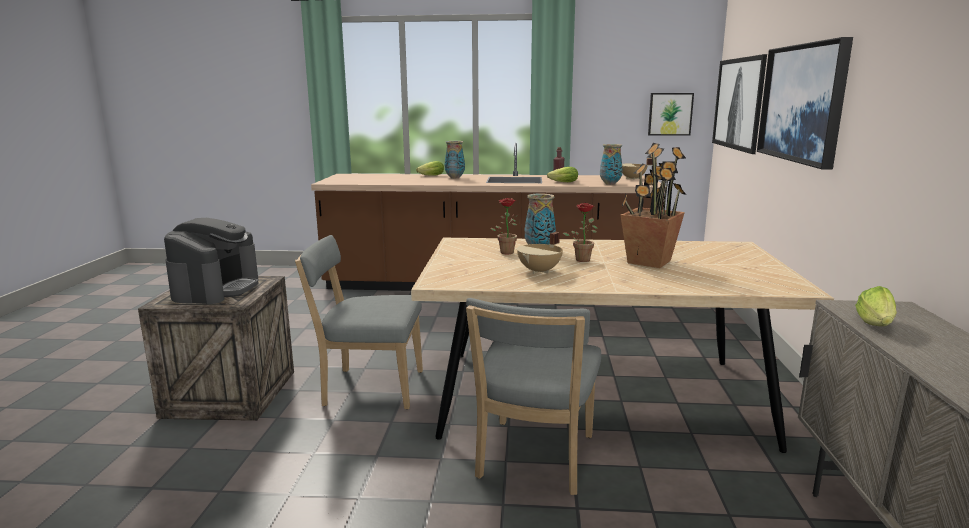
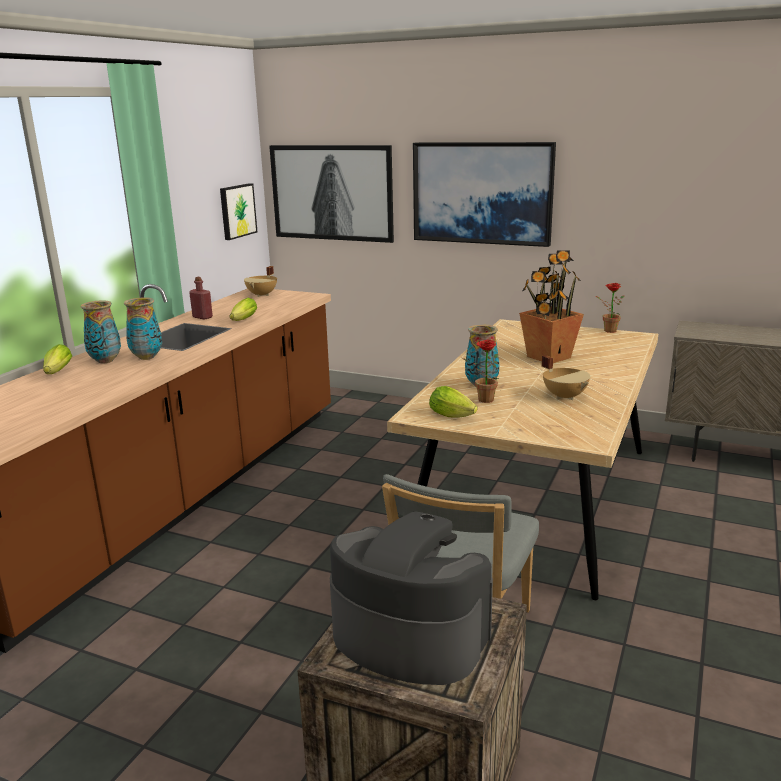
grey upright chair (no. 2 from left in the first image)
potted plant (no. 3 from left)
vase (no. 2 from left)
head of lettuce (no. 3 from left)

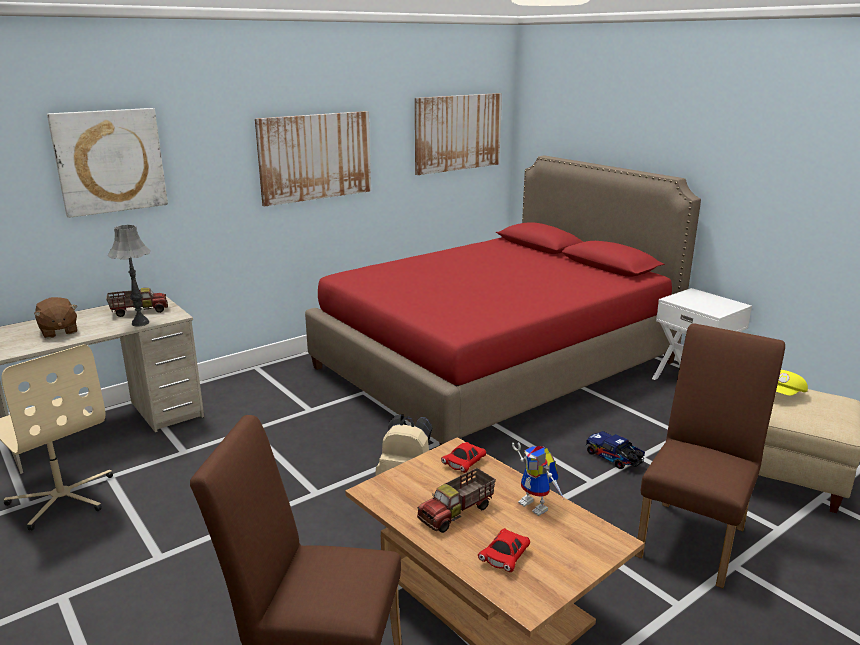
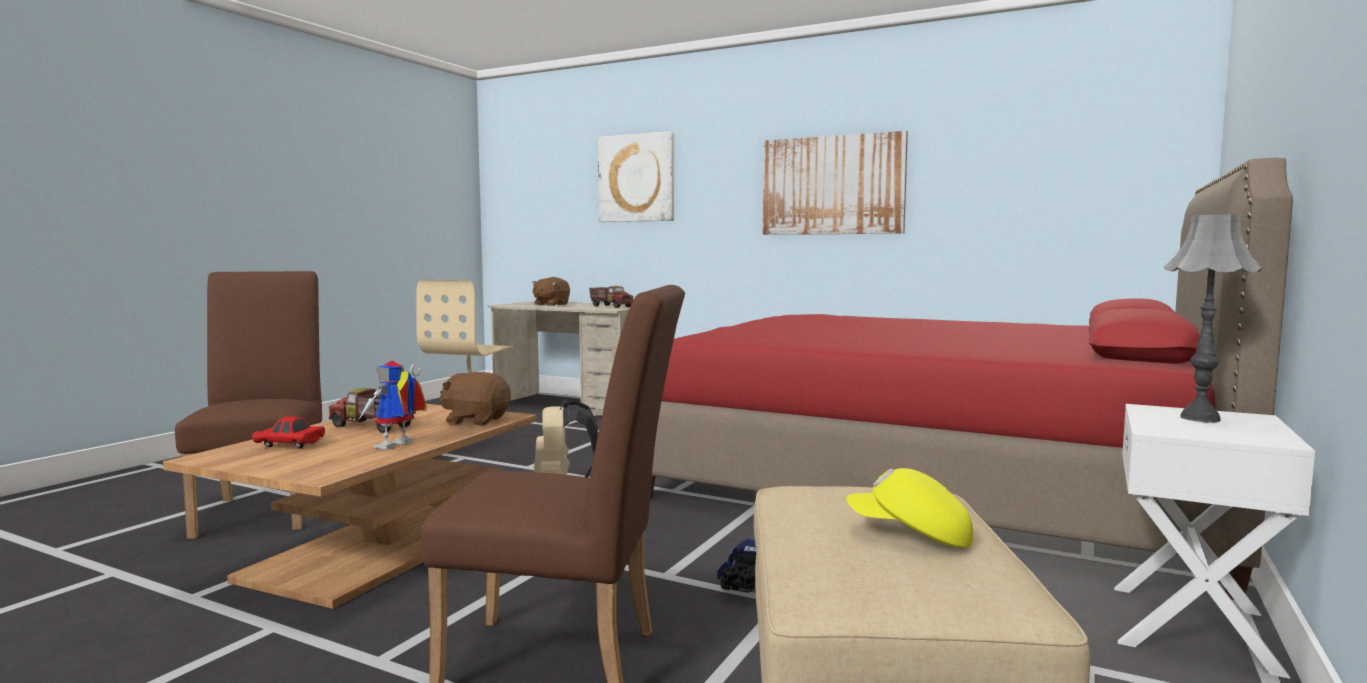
grey table lamp
wall art (no. 3 from left in the first image)
brown plush toy (no. 1 from left)

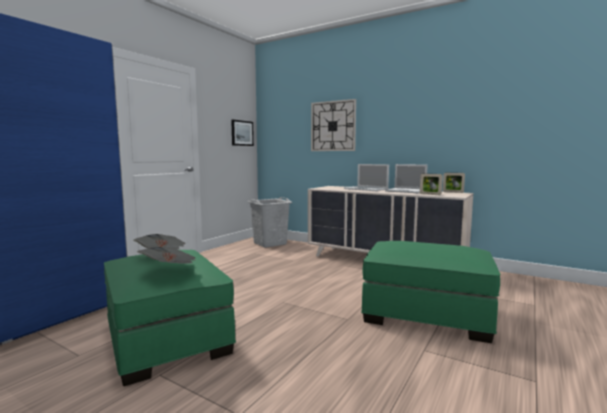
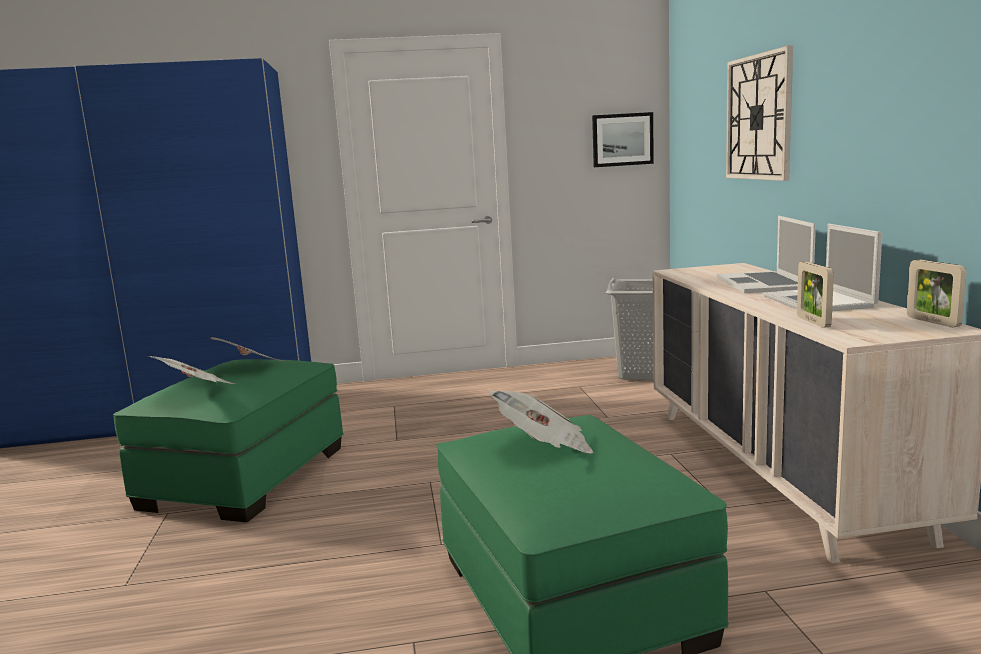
printed paper (no. 3 from left)

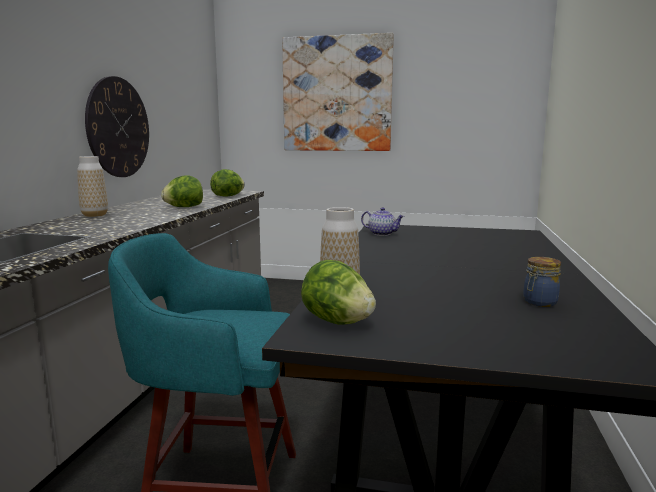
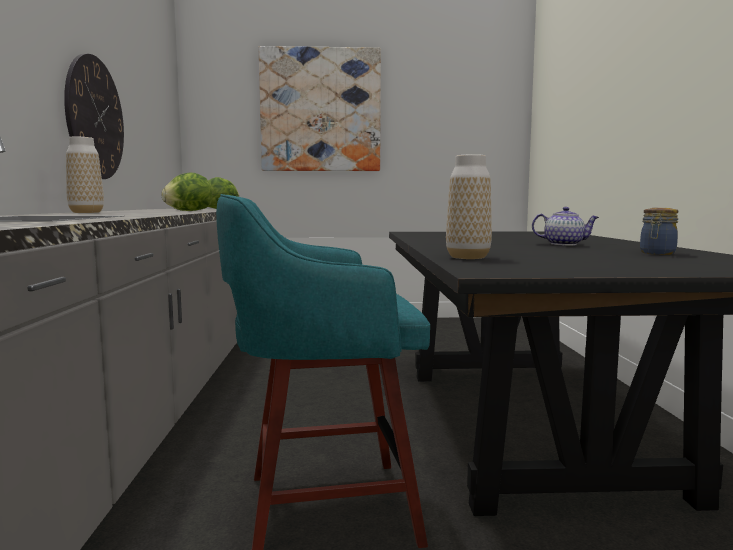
head of lettuce (no. 3 from left in the first image)
pot for tea

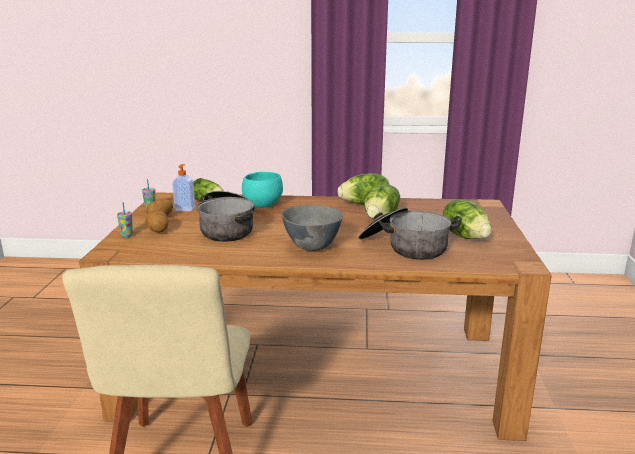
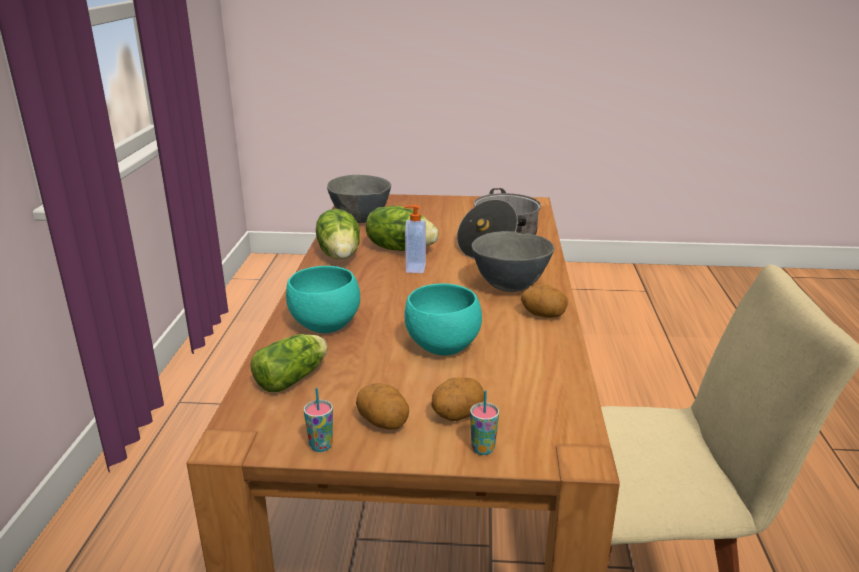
soap dispenser
blue-green serving bowl (no. 2 from left)
head of lettuce (no. 4 from left in the first image)
grey serving bowl (no. 1 from left)
whole potato (no. 3 from left)

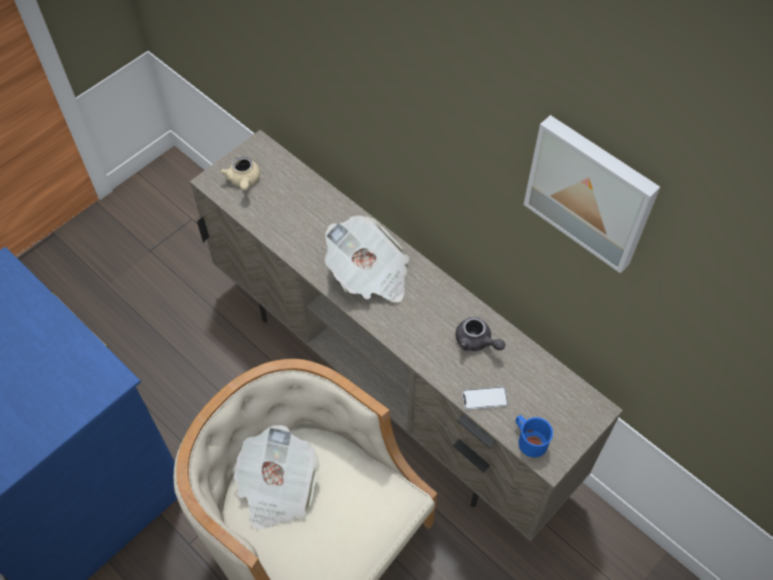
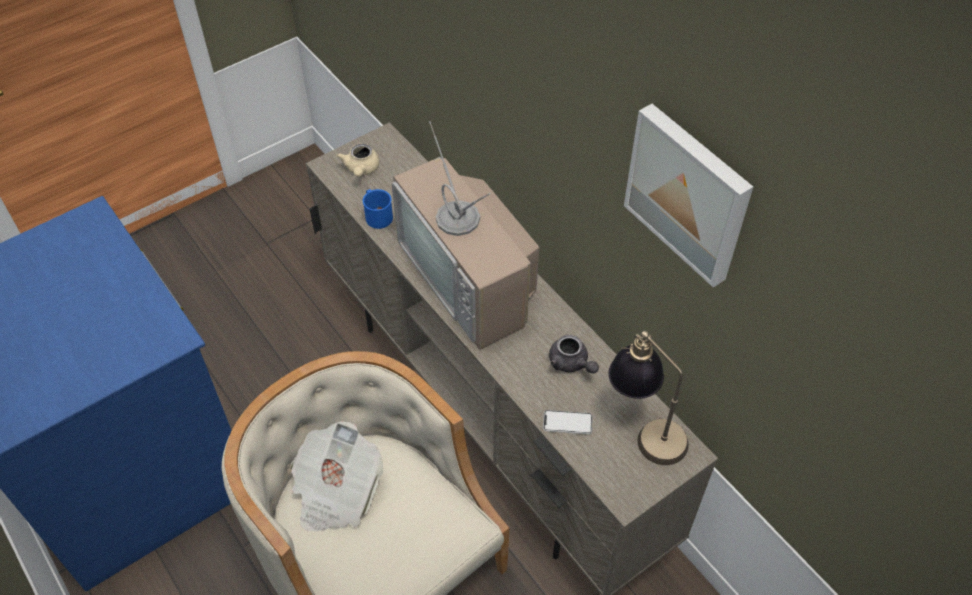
TV set
blue mug
table lamp

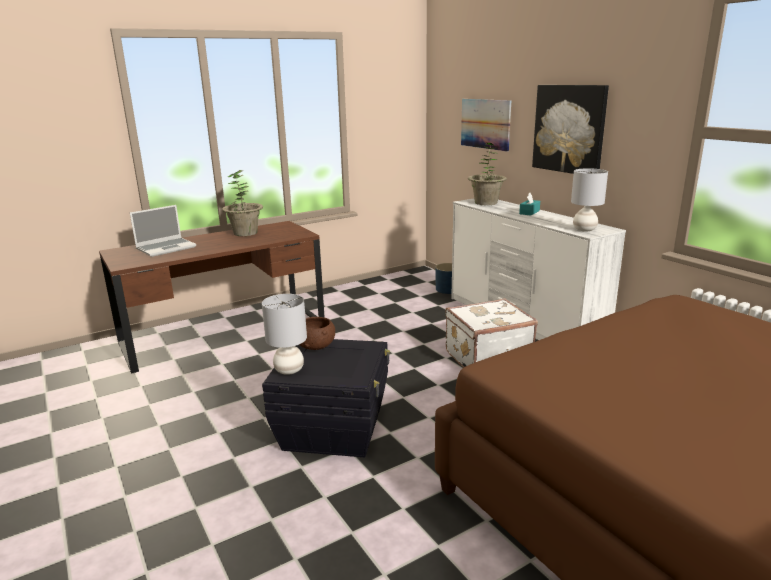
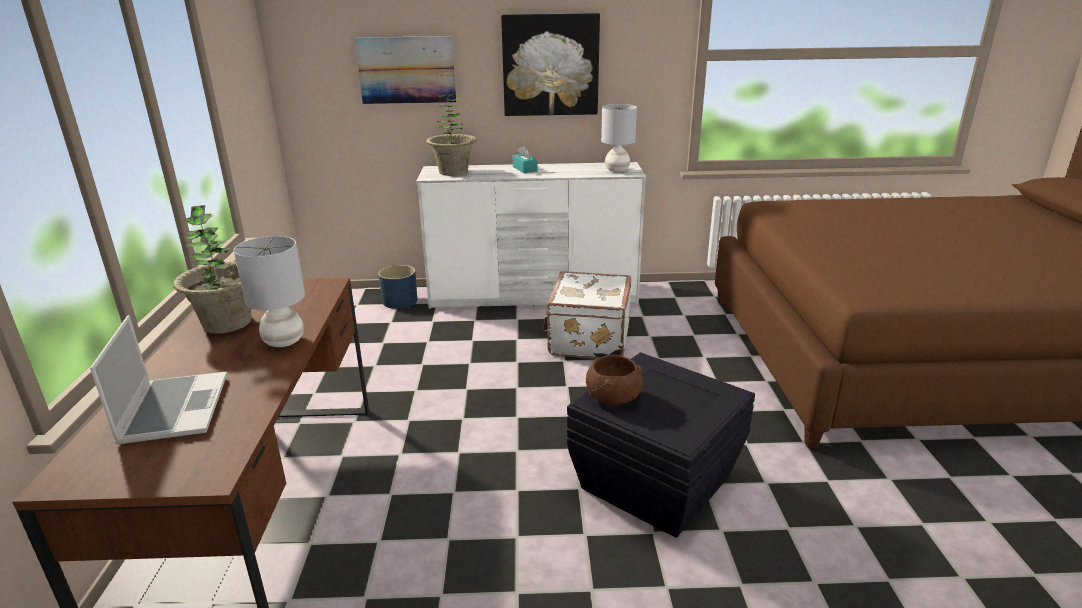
grey table lamp (no. 1 from left)

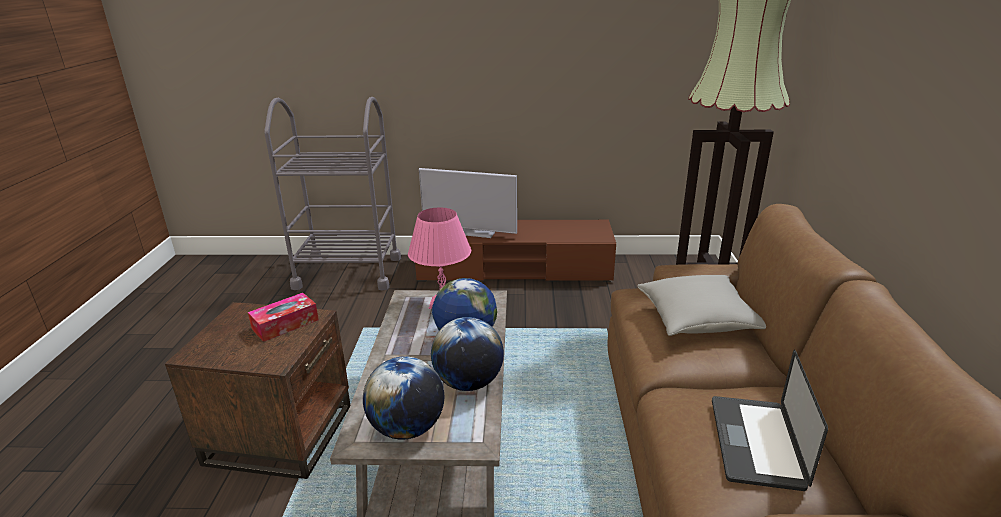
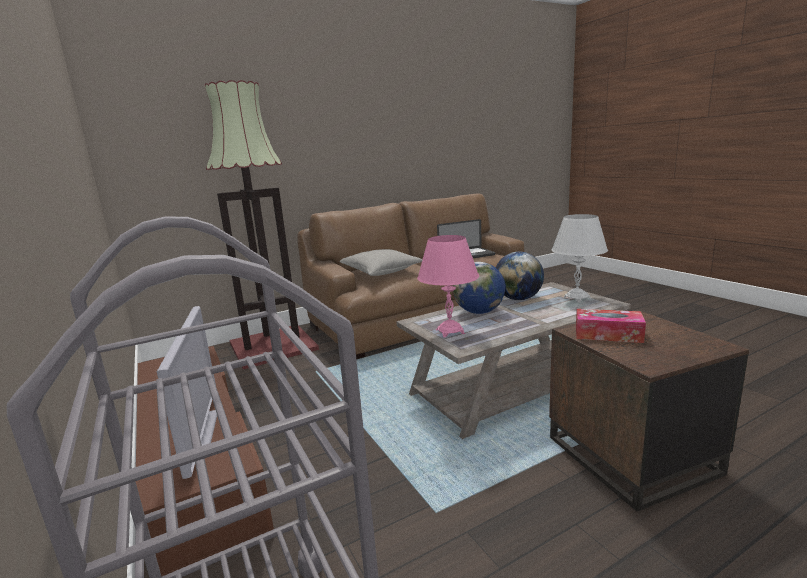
white table lamp

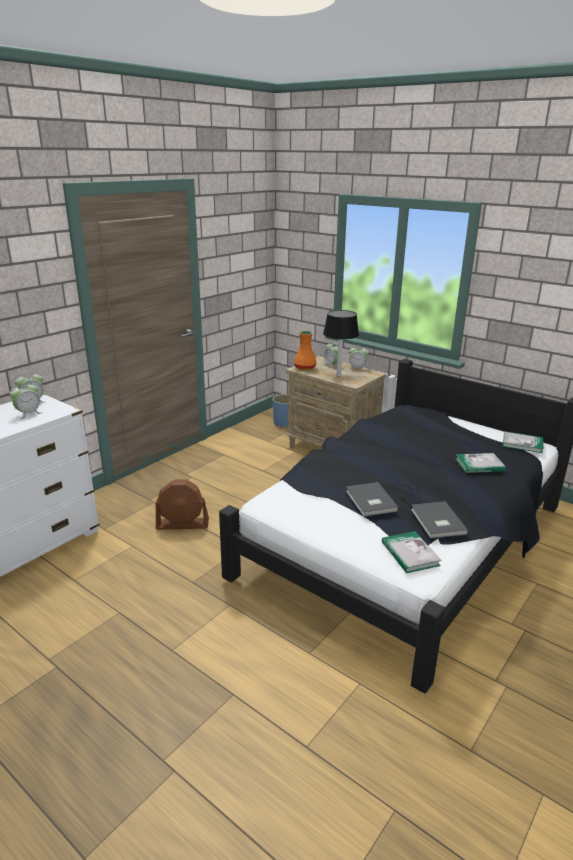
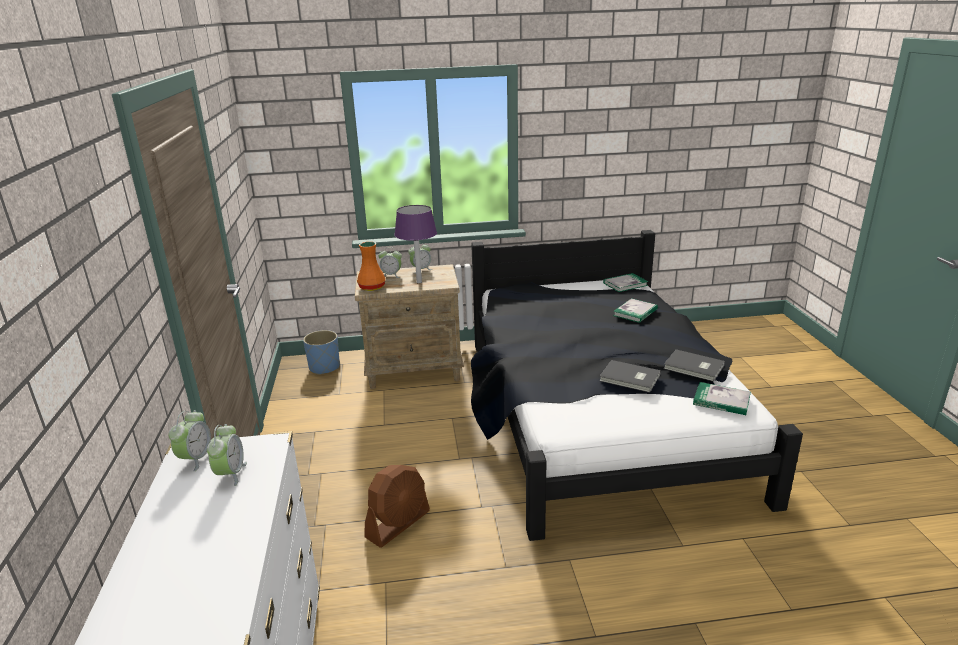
purple-coloured table lamp

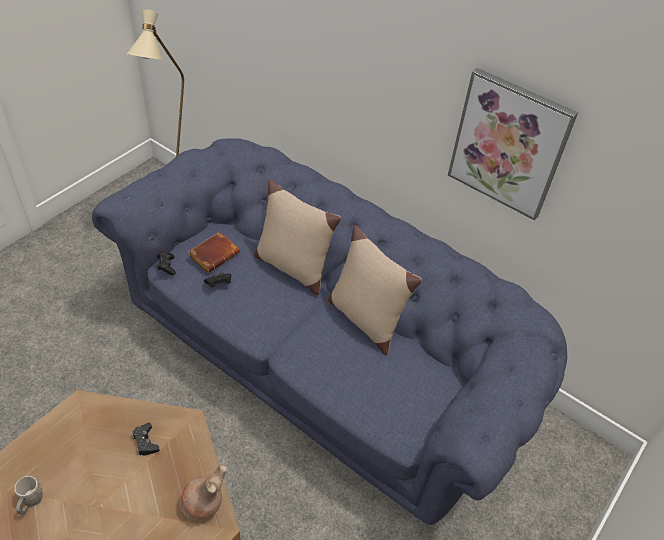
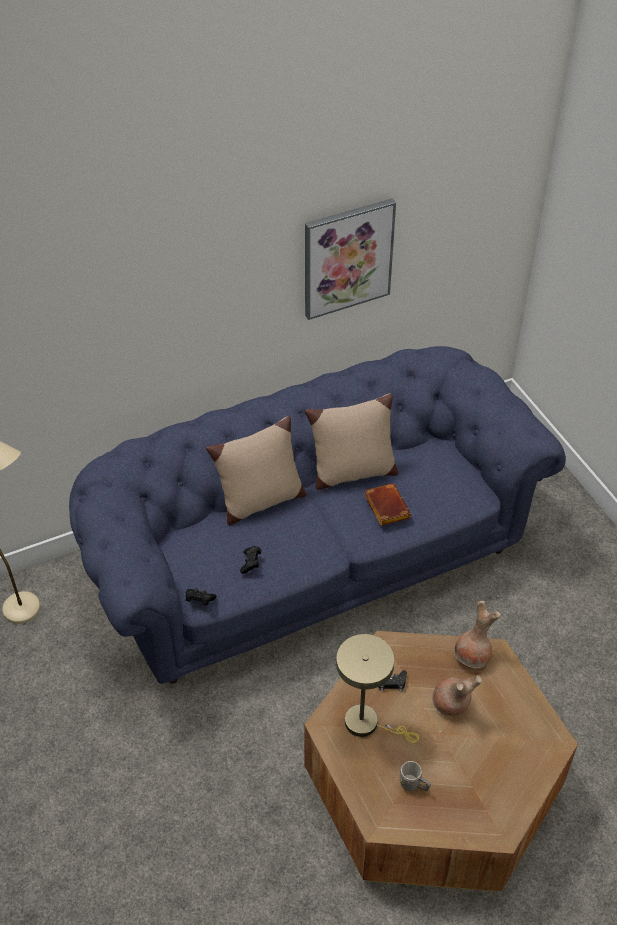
brown bound book
beige-coloured table lamp
brown vase (no. 1 from left)

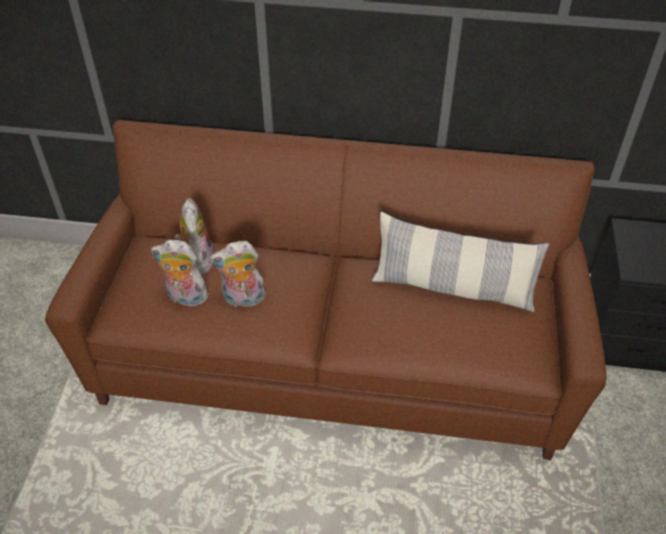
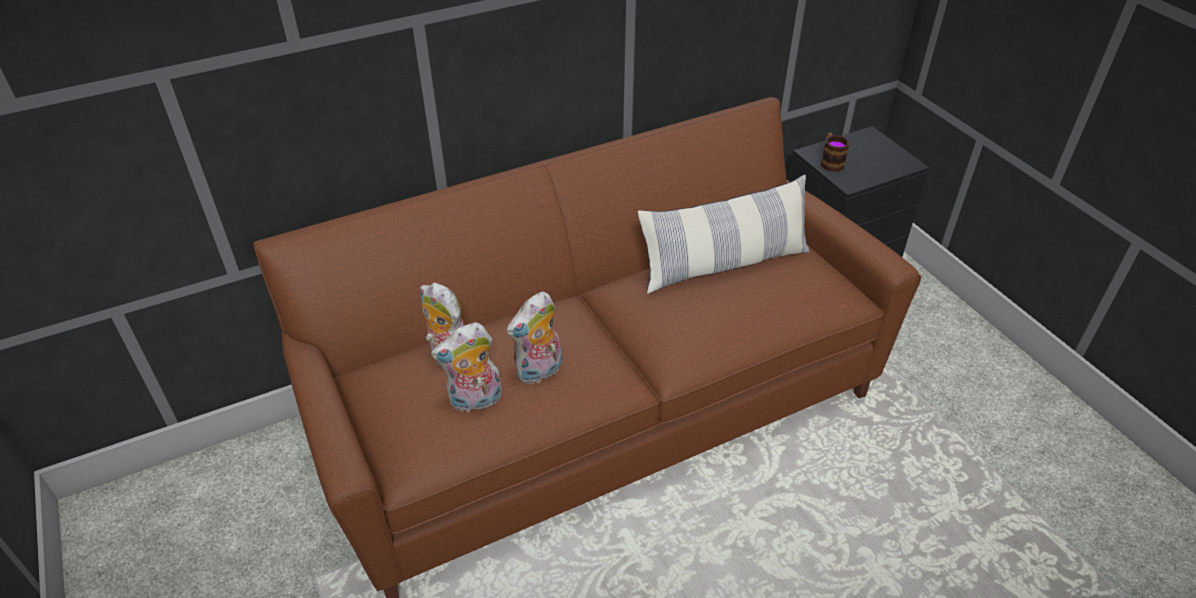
mug

